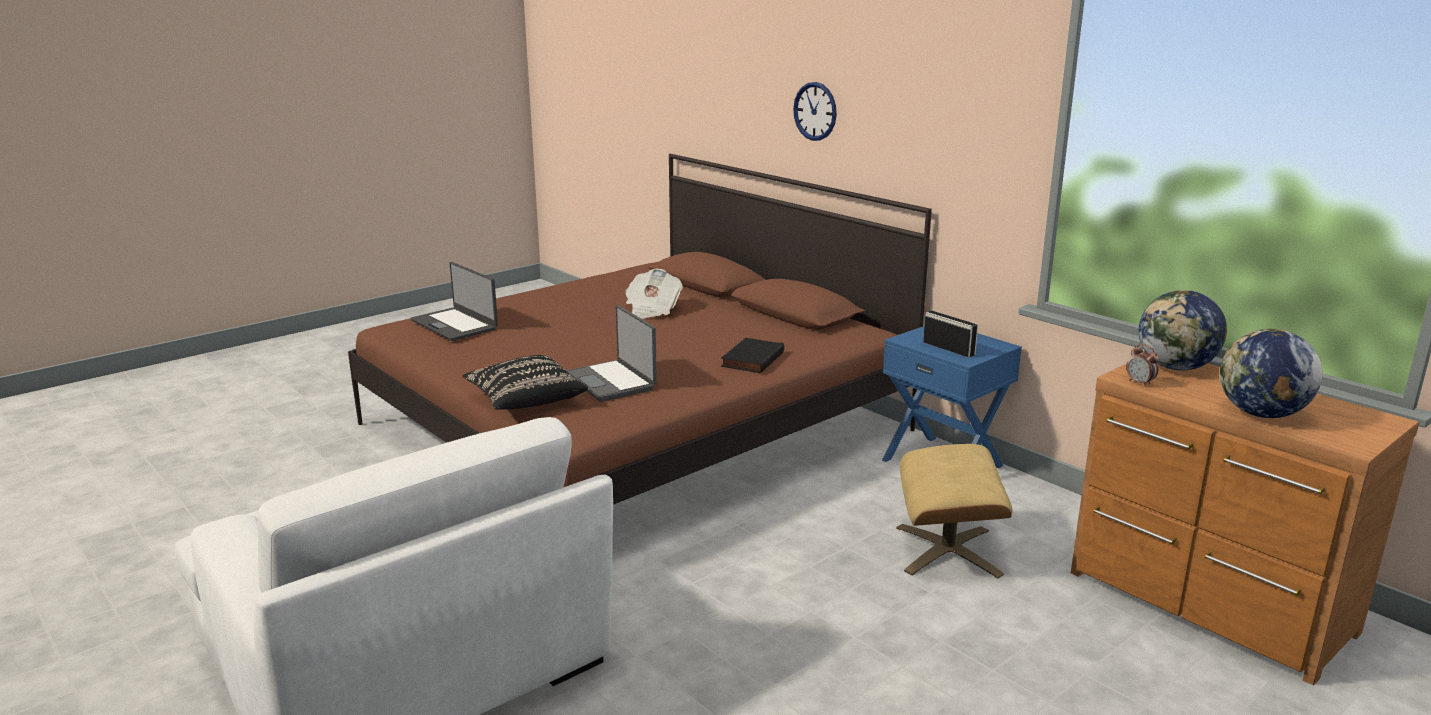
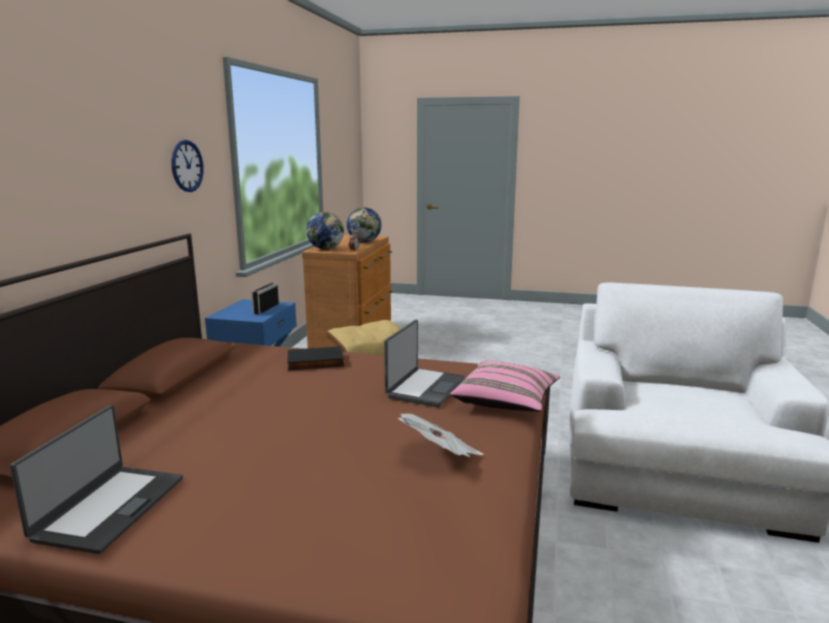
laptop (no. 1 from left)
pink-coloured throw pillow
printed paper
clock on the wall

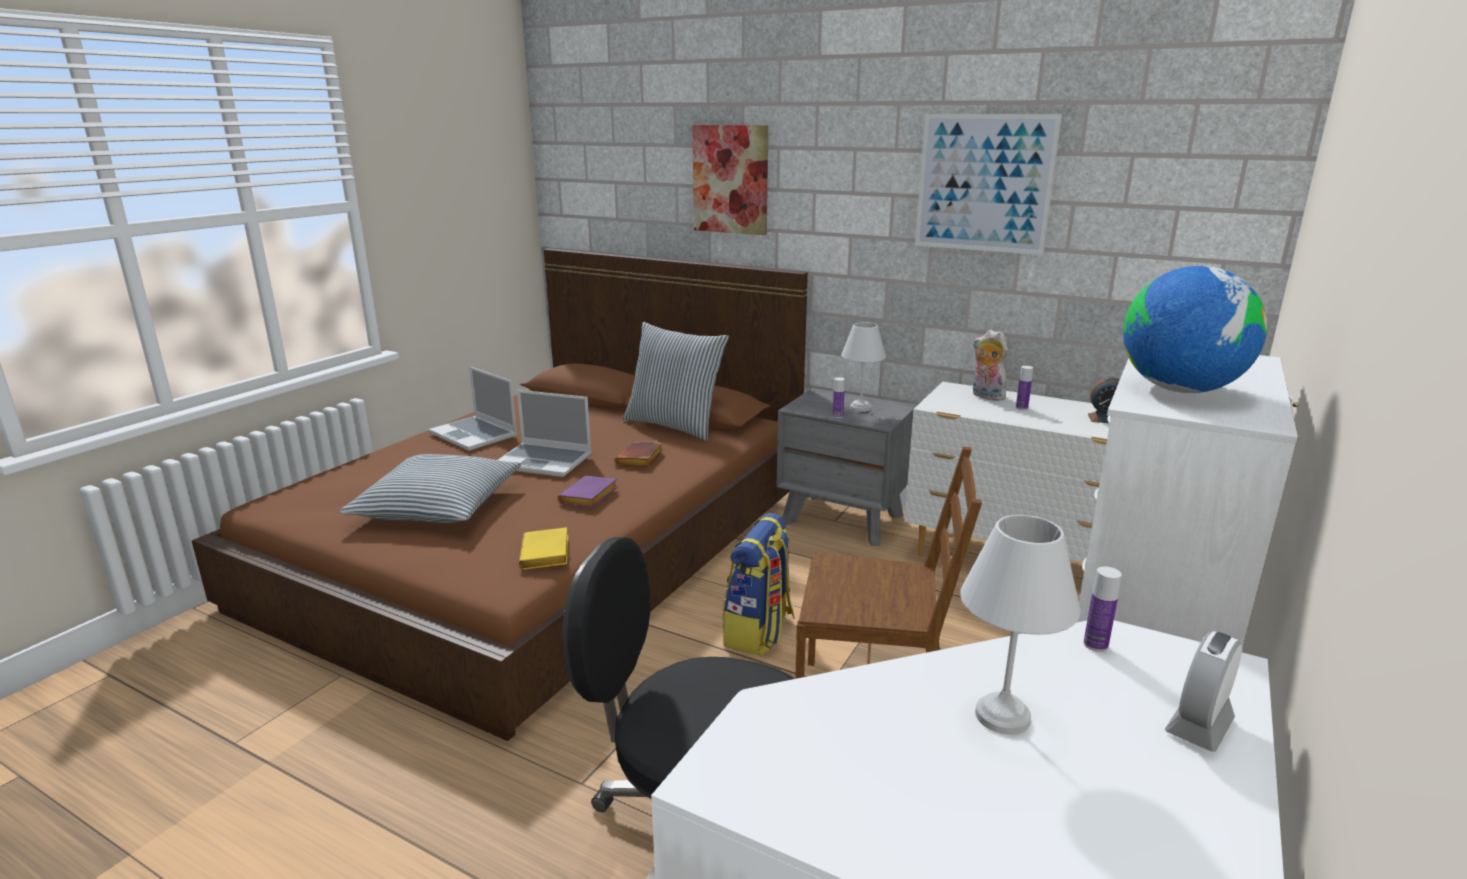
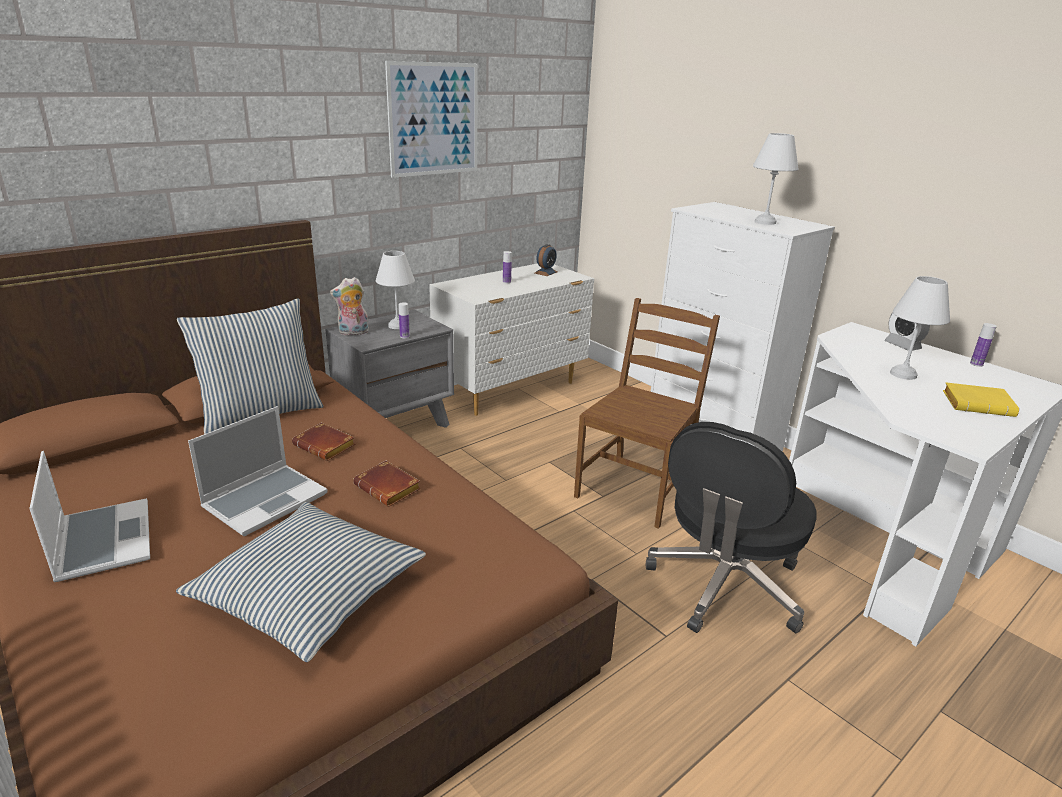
laptop (no. 1 from left)
yellowish bound book
brown bound book (no. 2 from left)
wall art (no. 1 from left in the first image)
knapsack
plush toy
drink bottle (no. 3 from left)
white table lamp (no. 2 from left)

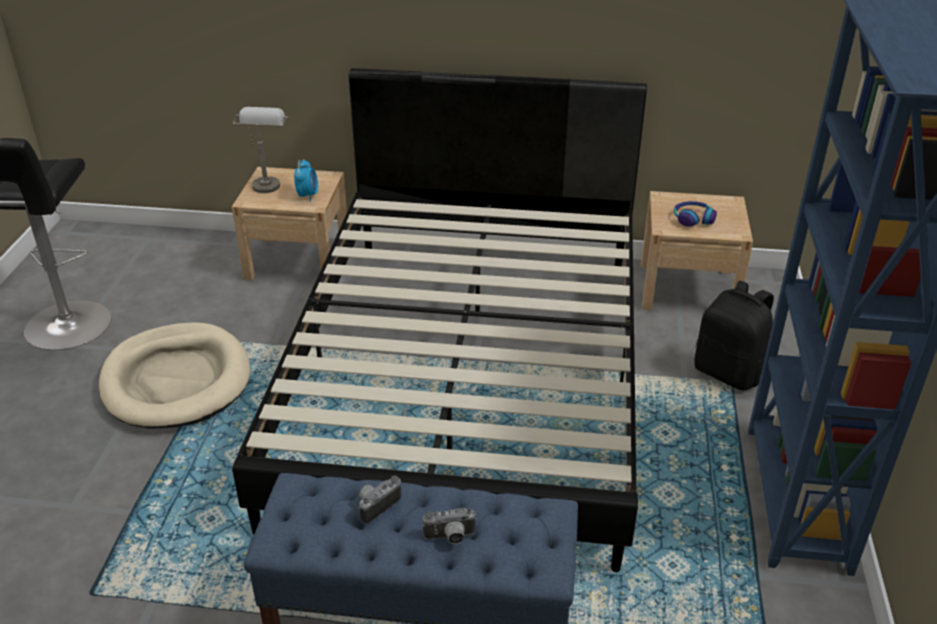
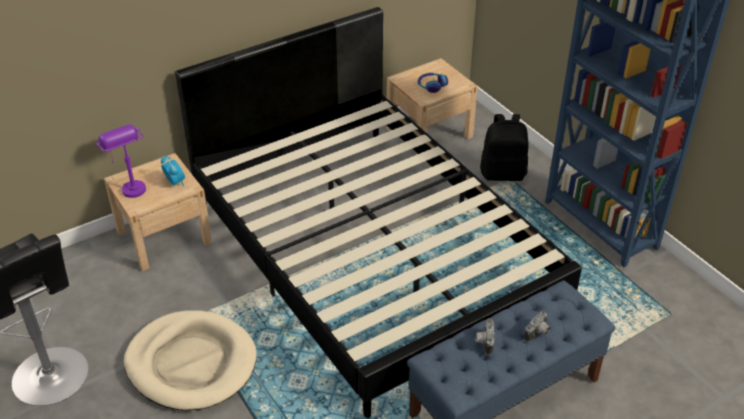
purple-coloured table lamp

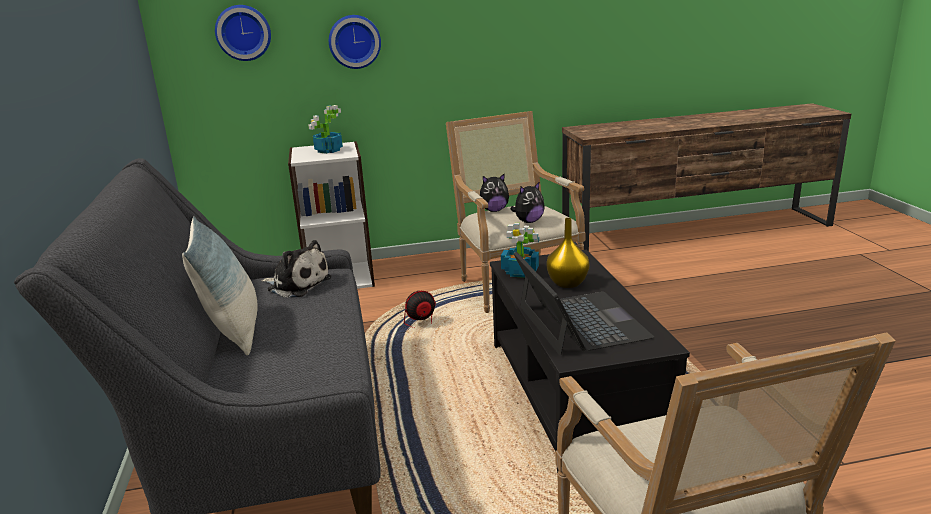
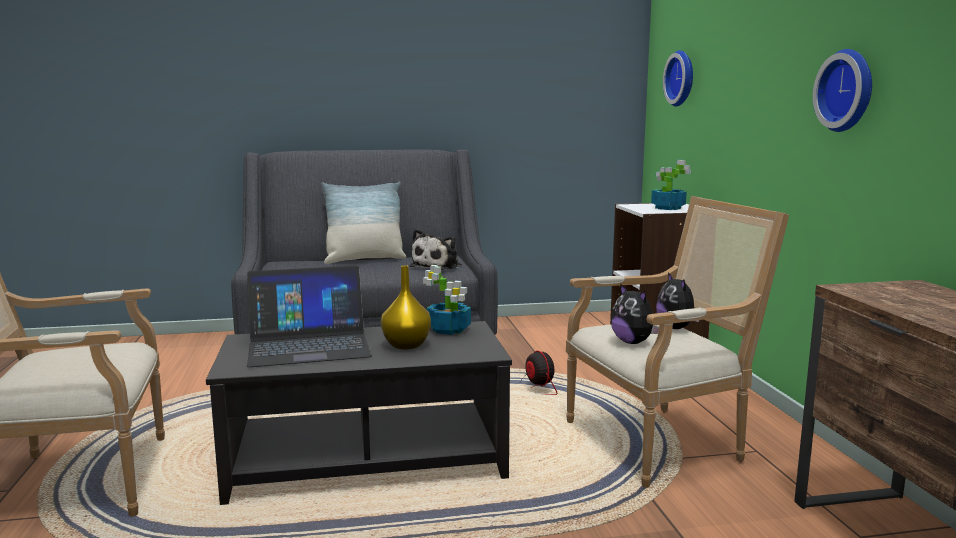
clock on the wall (no. 2 from left)

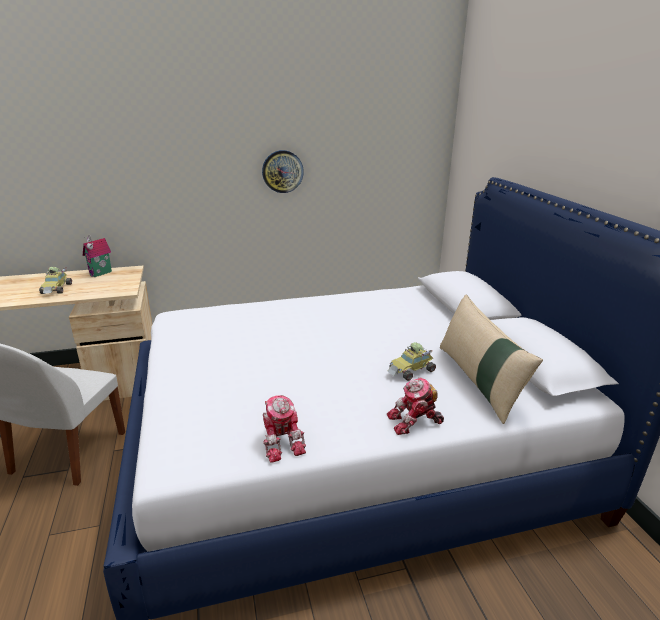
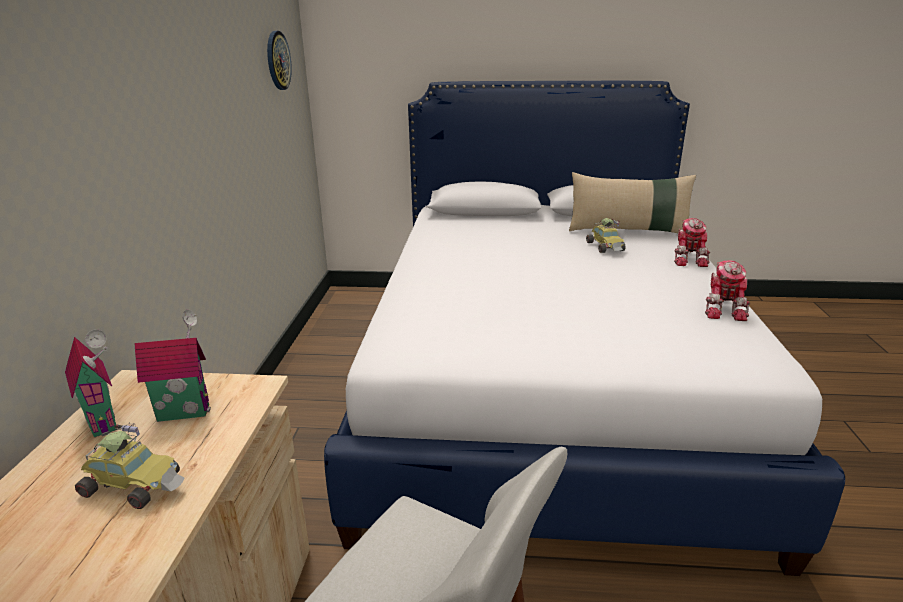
clock on the wall
toy robot (no. 2 from left)
miniature house (no. 2 from left)

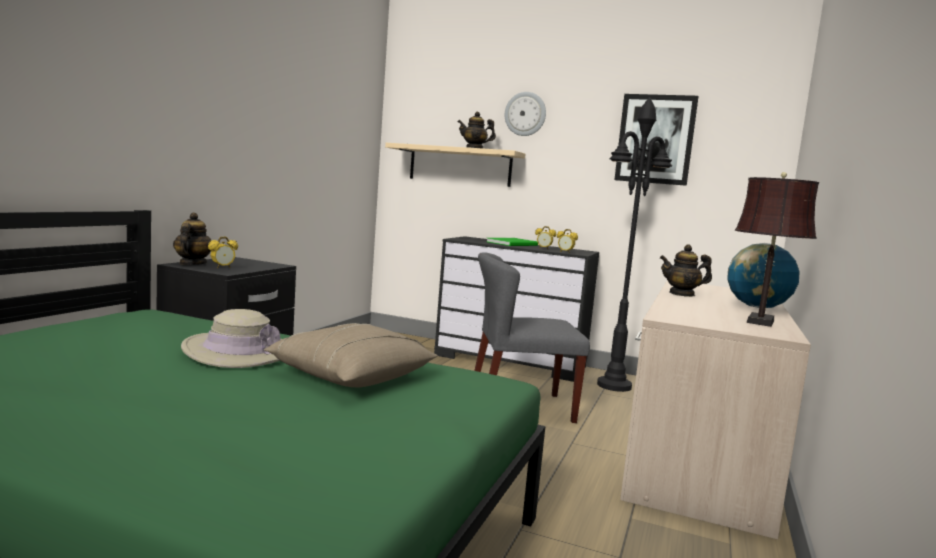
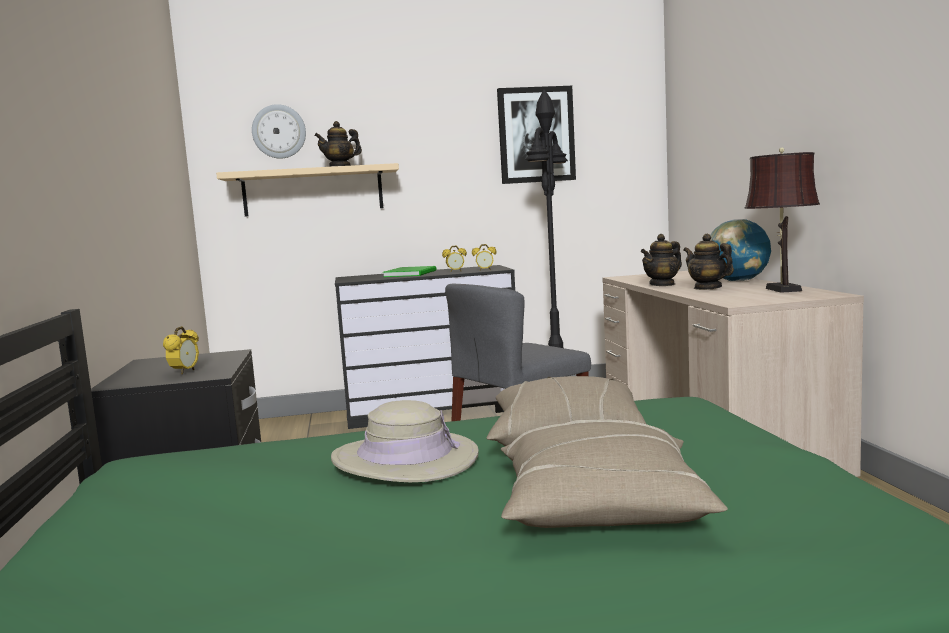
pot for tea (no. 3 from left)
clock on the wall
beige-coloured throw pillow (no. 2 from left)

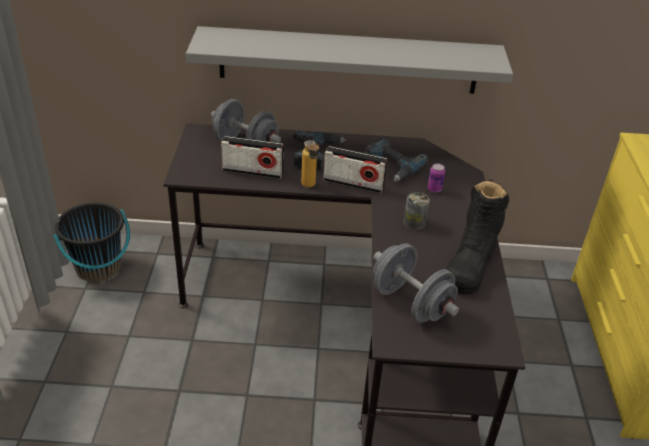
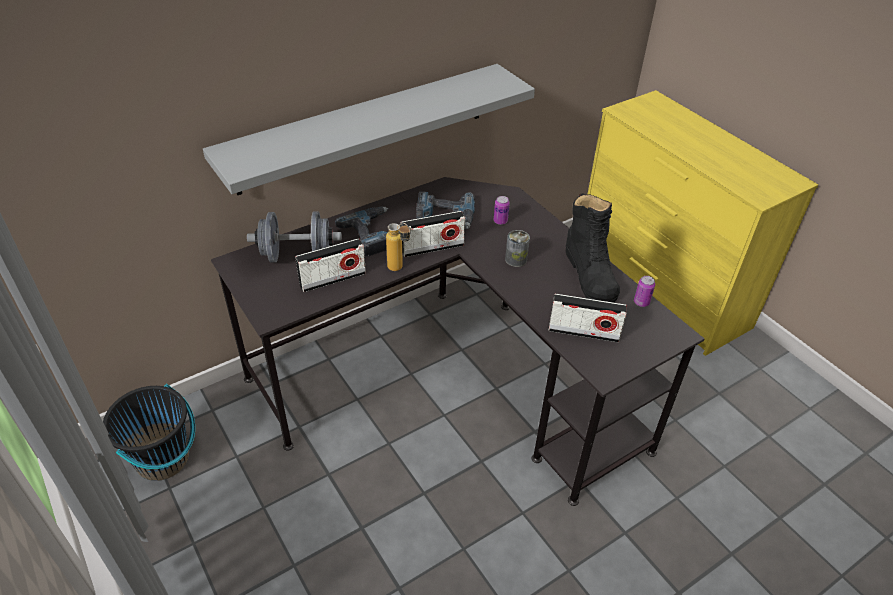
radio (no. 3 from left)
sealed can (no. 3 from left)

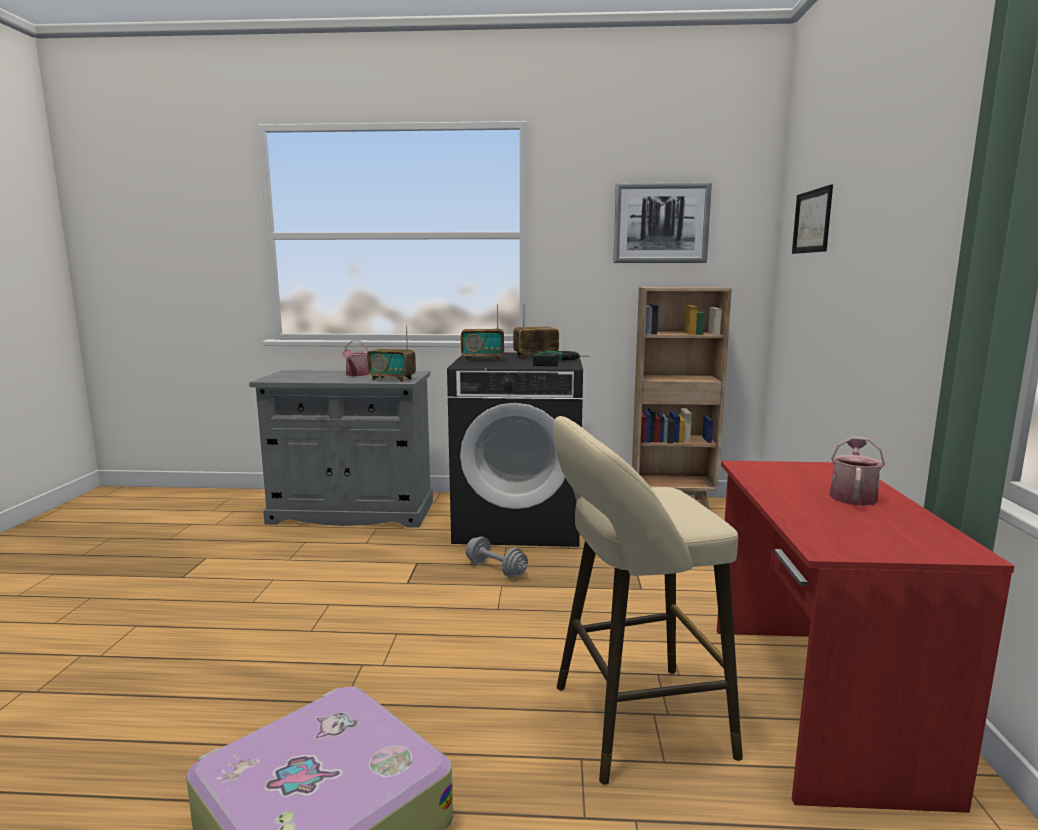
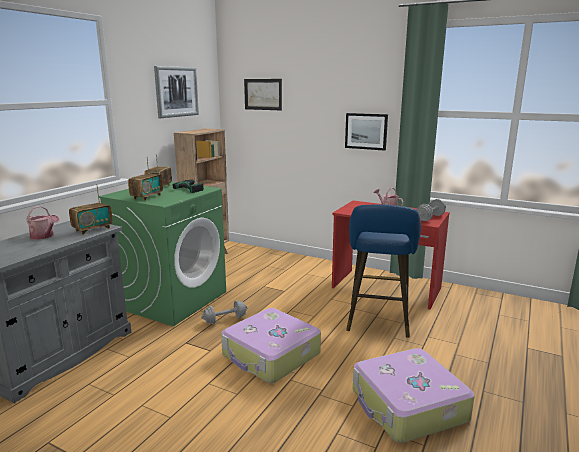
greenish laundry appliance
blue sitting stool
piece of luggage (no. 1 from left)
wall art (no. 3 from left)
grey free weight (no. 2 from left)

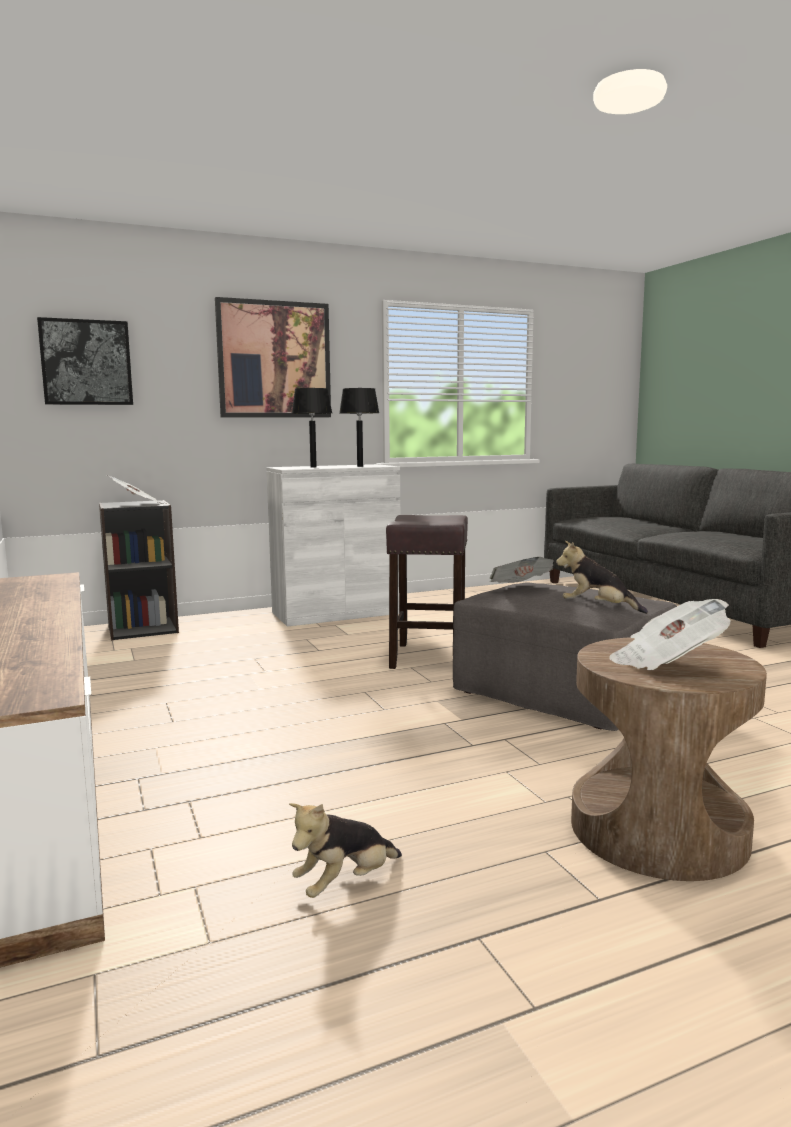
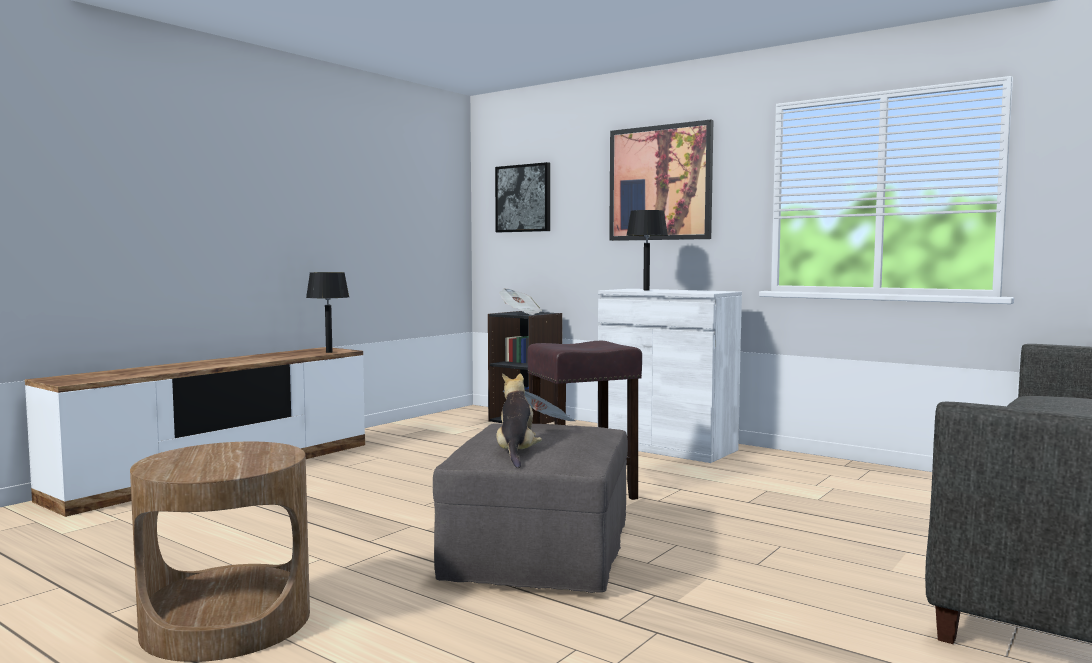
plush toy (no. 1 from left in the first image)
black table lamp (no. 1 from left)
printed paper (no. 3 from left in the first image)

